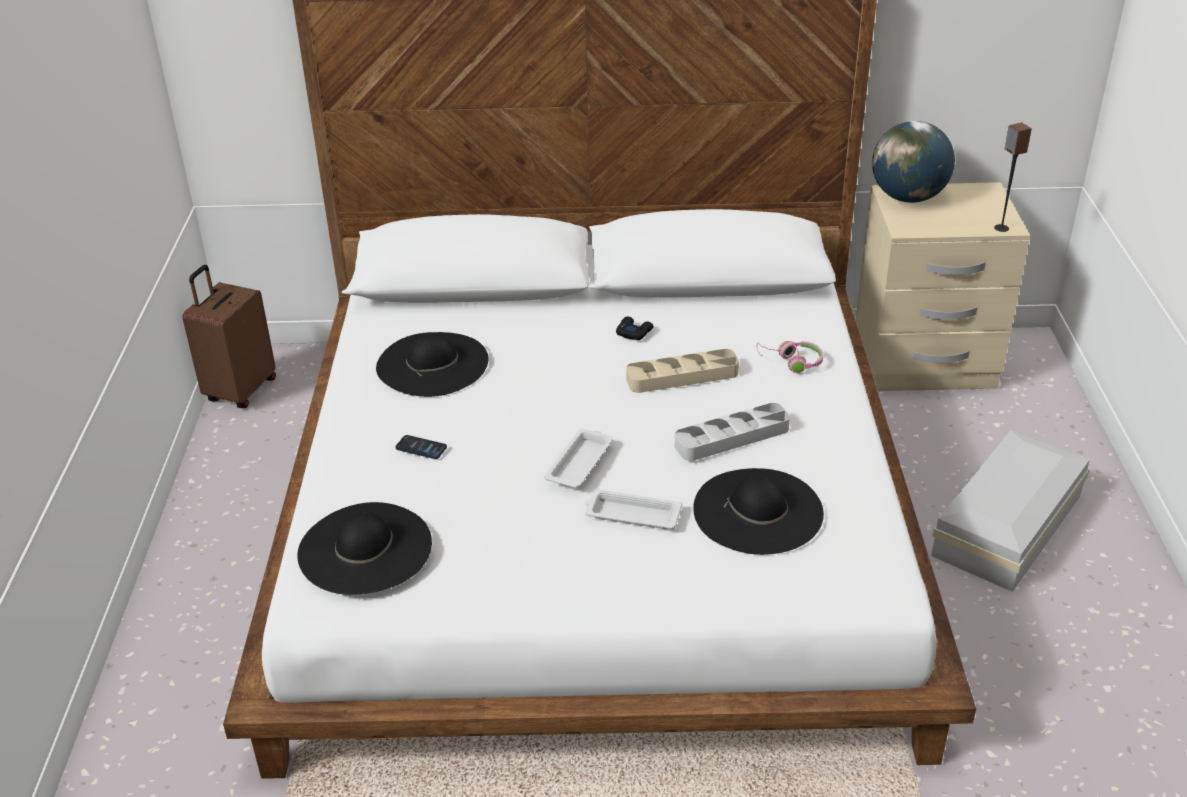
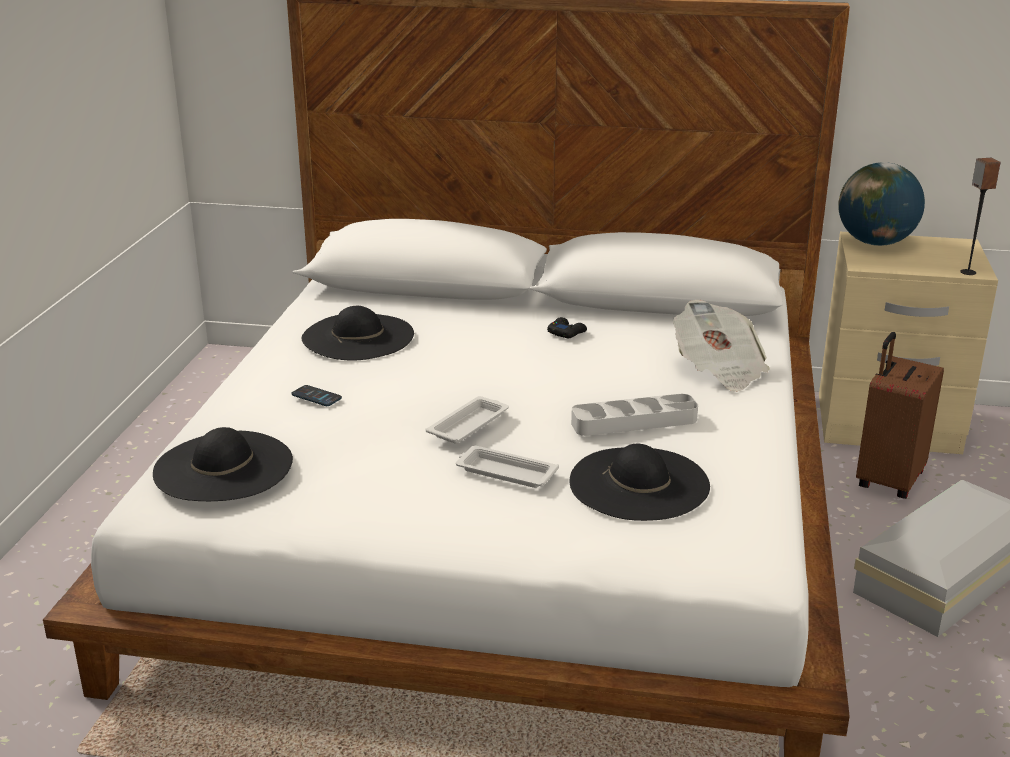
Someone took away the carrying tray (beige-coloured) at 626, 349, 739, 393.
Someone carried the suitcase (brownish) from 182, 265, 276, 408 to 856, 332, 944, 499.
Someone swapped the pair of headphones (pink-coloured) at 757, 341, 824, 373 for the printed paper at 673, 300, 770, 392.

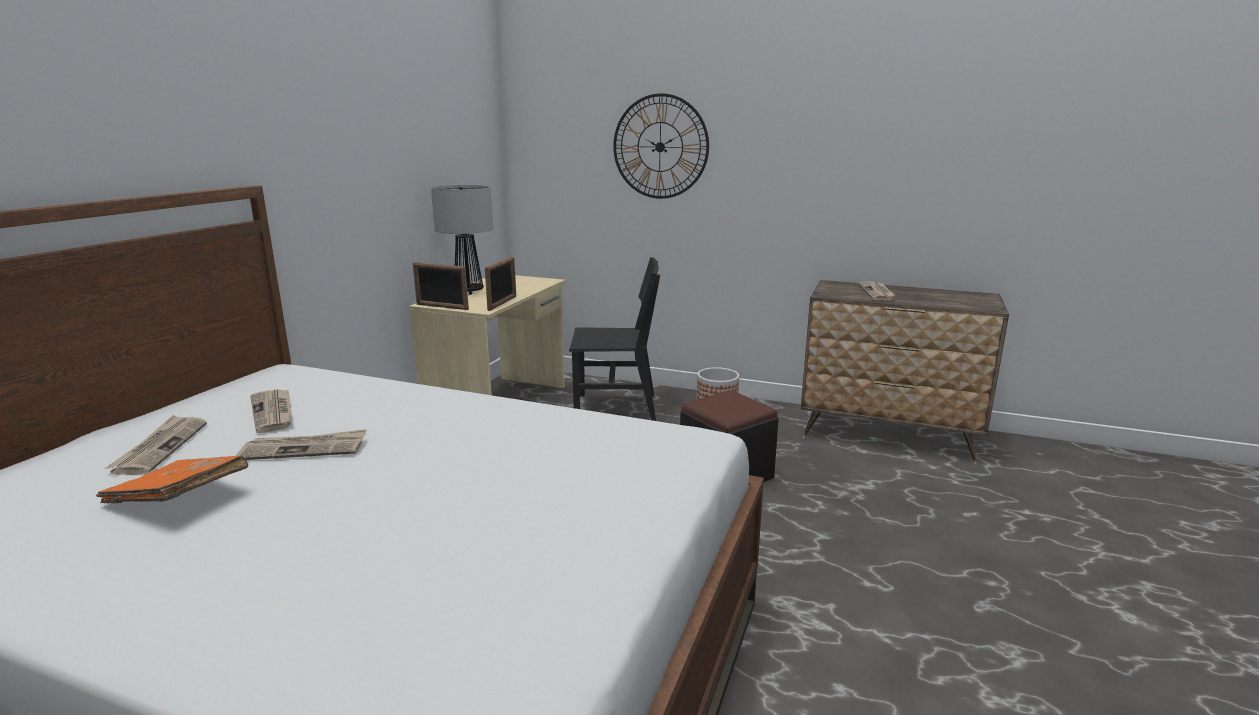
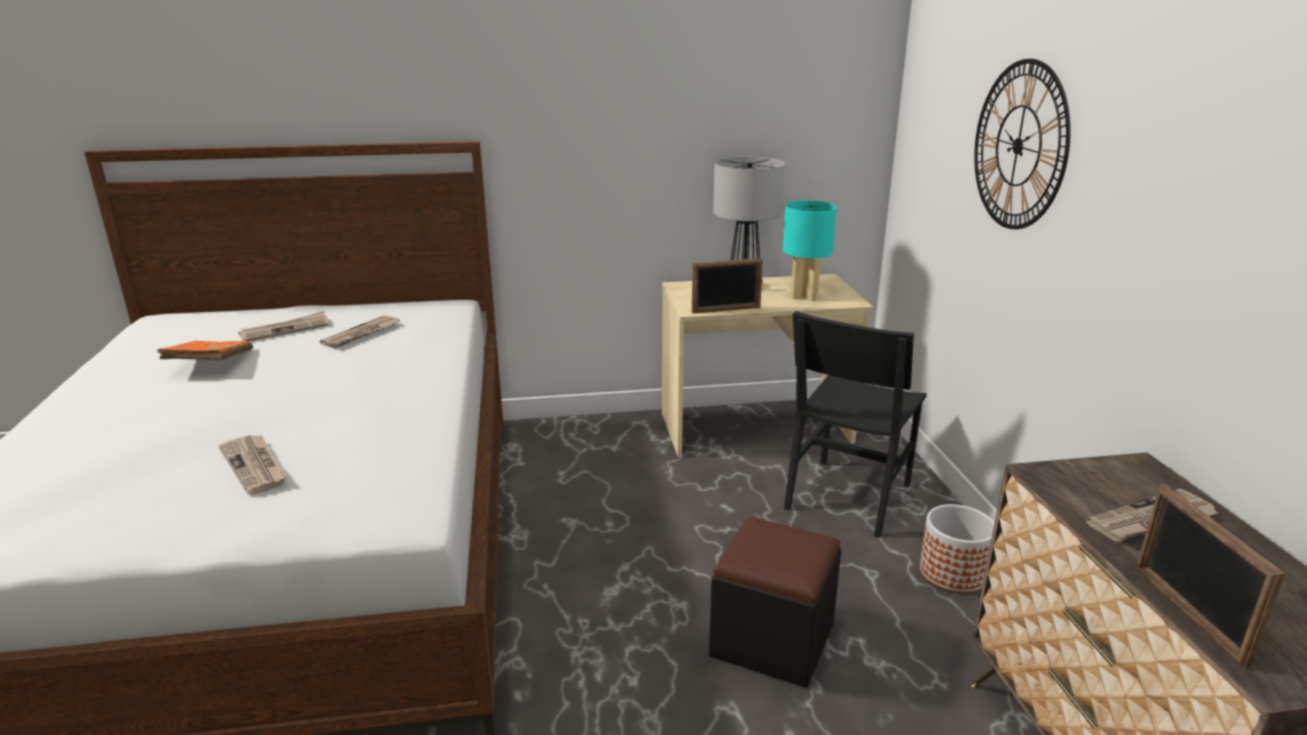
Someone put down the table lamp (turquoise-coloured) at 783, 200, 837, 301.
Someone carried the printed paper from 236, 429, 367, 460 to 219, 435, 287, 495.
Someone carried the photo frame from 413, 262, 469, 310 to 1136, 484, 1285, 668.
Someone rotated the chair (black) at 569, 257, 660, 421 by 60 degrees clockwise.

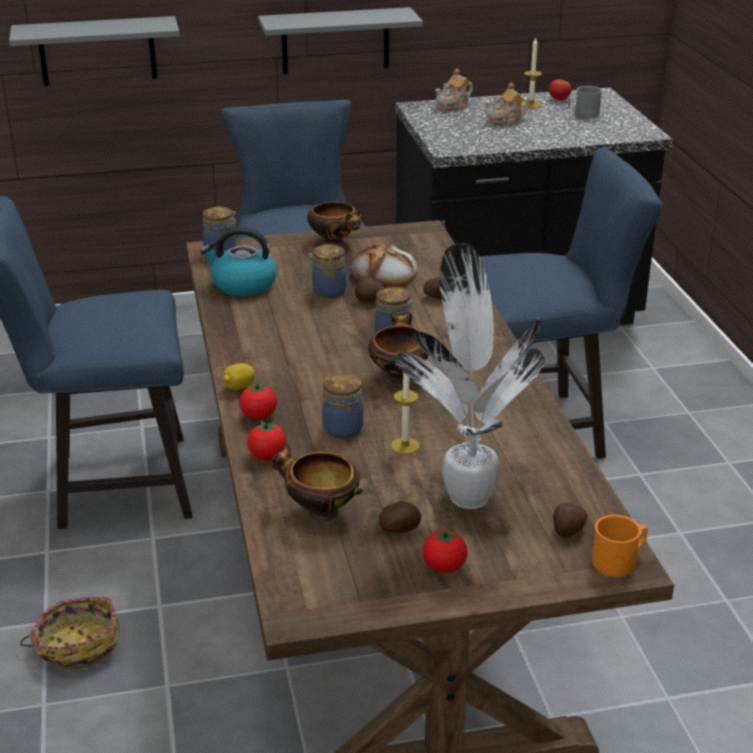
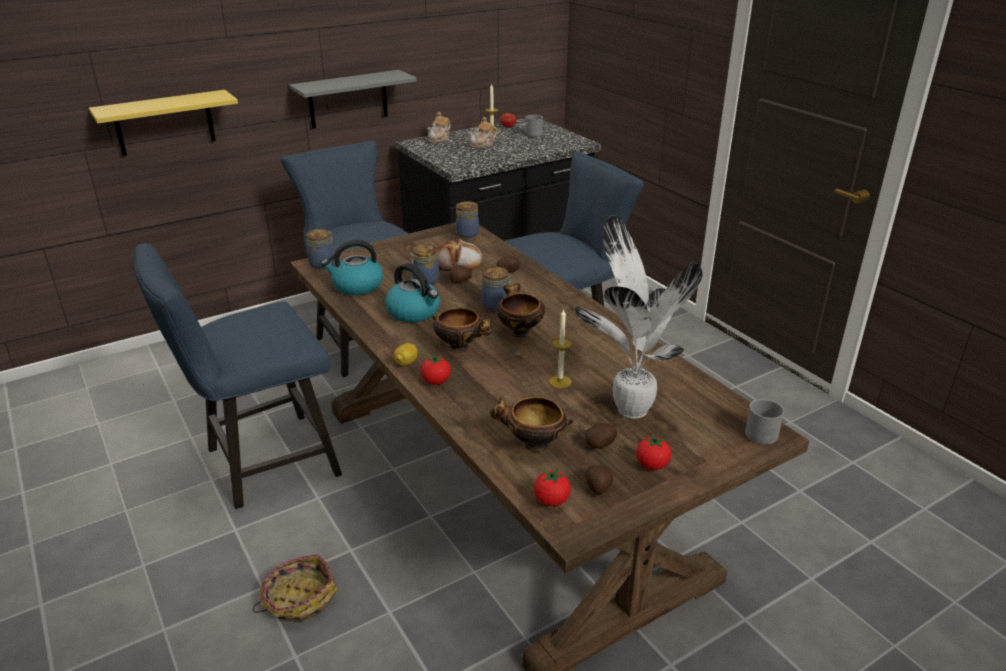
Someone put down the water kettle at 385, 263, 440, 322.
Someone carried the whole tomato from 247, 420, 287, 460 to 534, 468, 571, 506.
Someone carried the bowl from 307, 202, 362, 246 to 433, 308, 492, 353.
Someone carried the jar from 322, 373, 363, 439 to 456, 201, 479, 238.
Someone carried the potato from 553, 503, 587, 538 to 585, 465, 613, 495.
Someone repainted the bracket shelf (greyish) at 9, 16, 180, 86, which became the bracket shelf (yellow-coloured) at 89, 90, 238, 156.
Someone repainted the mug (orange-coloured) at 592, 515, 648, 577, which became the mug (greyish) at 745, 399, 785, 444.

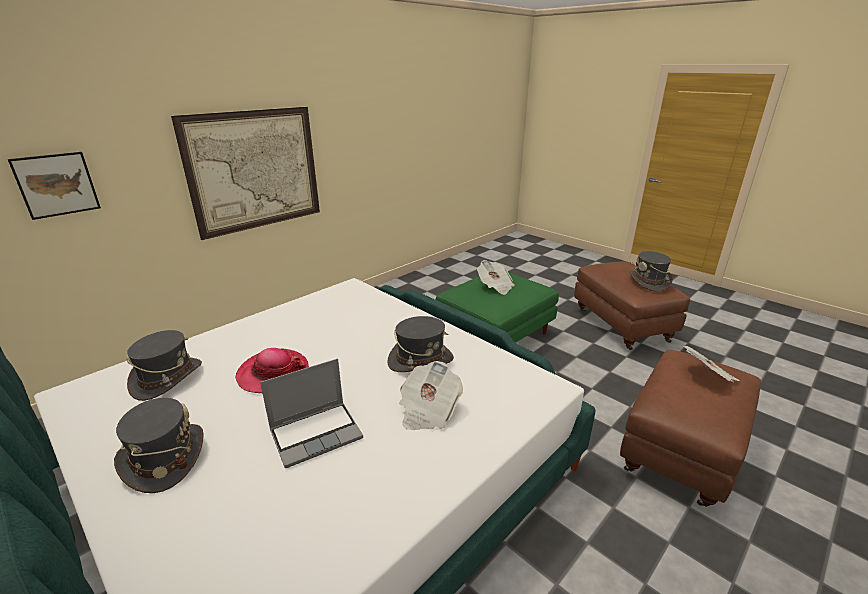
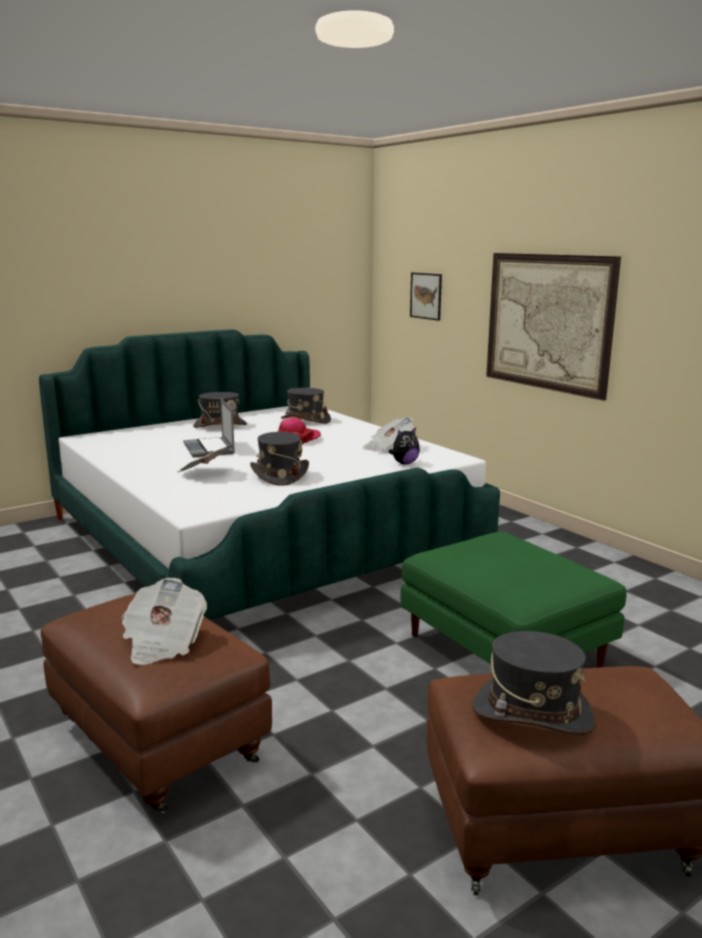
Someone put down the cuddly toy at 389, 427, 420, 464.
Someone carried the printed paper from 477, 260, 515, 295 to 363, 417, 414, 451.

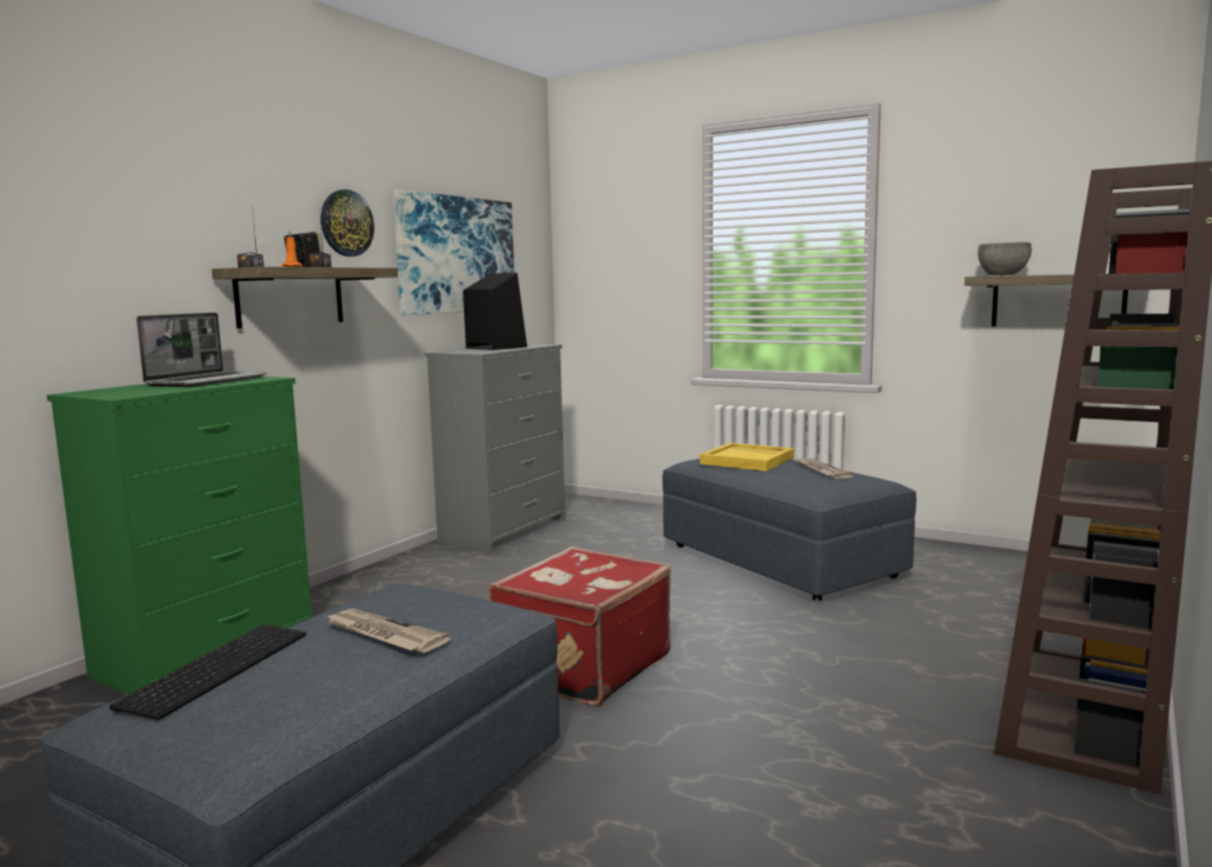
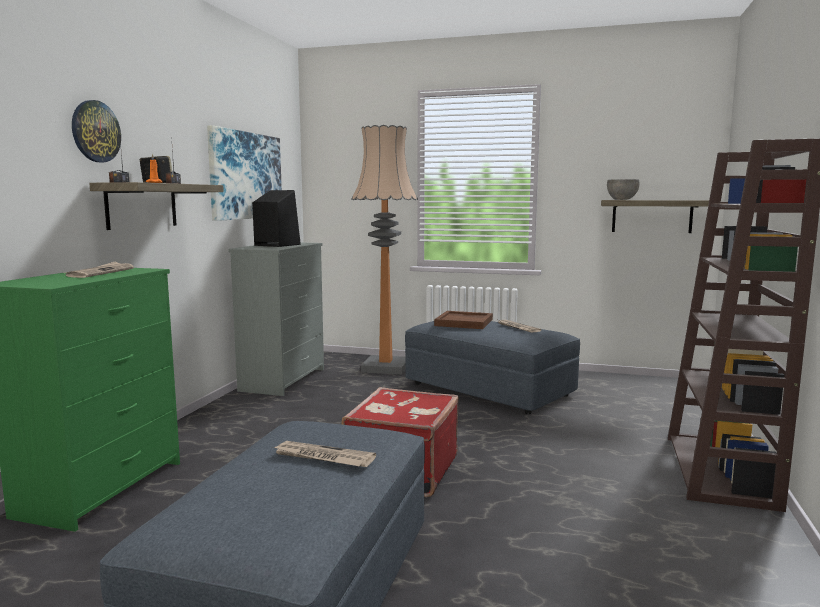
Someone took away the keyboard at 109, 624, 306, 720.
Someone put down the standing lamp at 351, 125, 418, 375.
Someone carried the wall clock from 321, 190, 374, 257 to 72, 100, 121, 162.
Someone swapped the notebook computer at 136, 313, 267, 387 for the printed paper at 65, 261, 134, 278.
Someone repainted the carrying tray (yellow-coloured) at 700, 443, 794, 471, which became the carrying tray (brownish) at 434, 311, 493, 329.

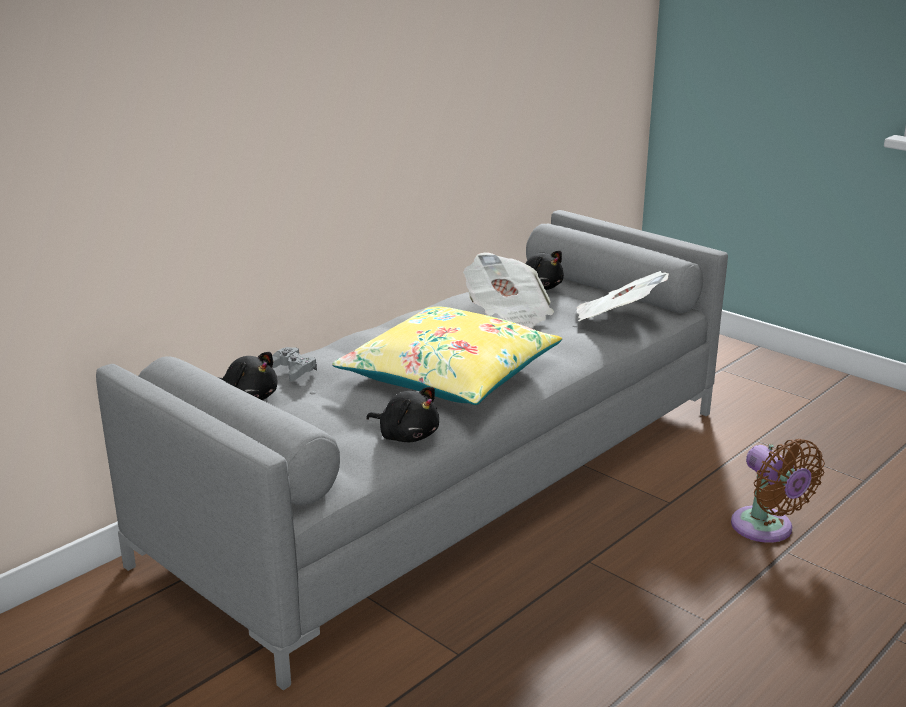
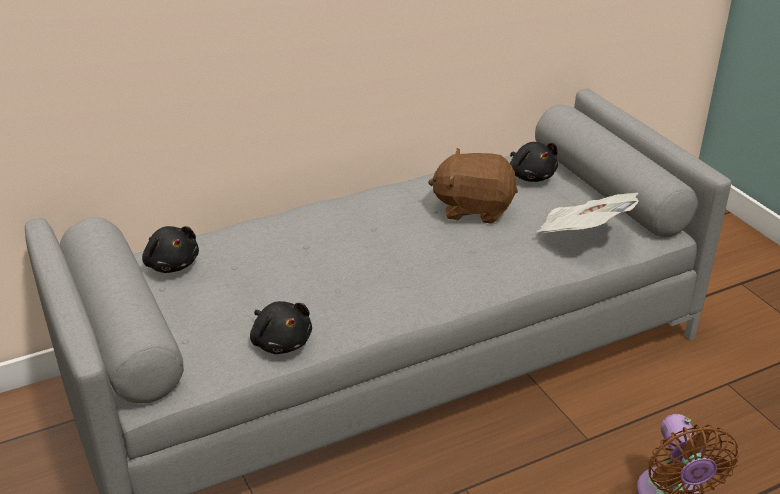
Someone took away the game controller (greyish) at 272, 347, 317, 381.
Someone took away the throw pillow (yellow-coloured) at 332, 307, 562, 405.
Someone swapped the printed paper at 463, 252, 554, 329 for the cuddly toy (brownish) at 428, 148, 518, 224.

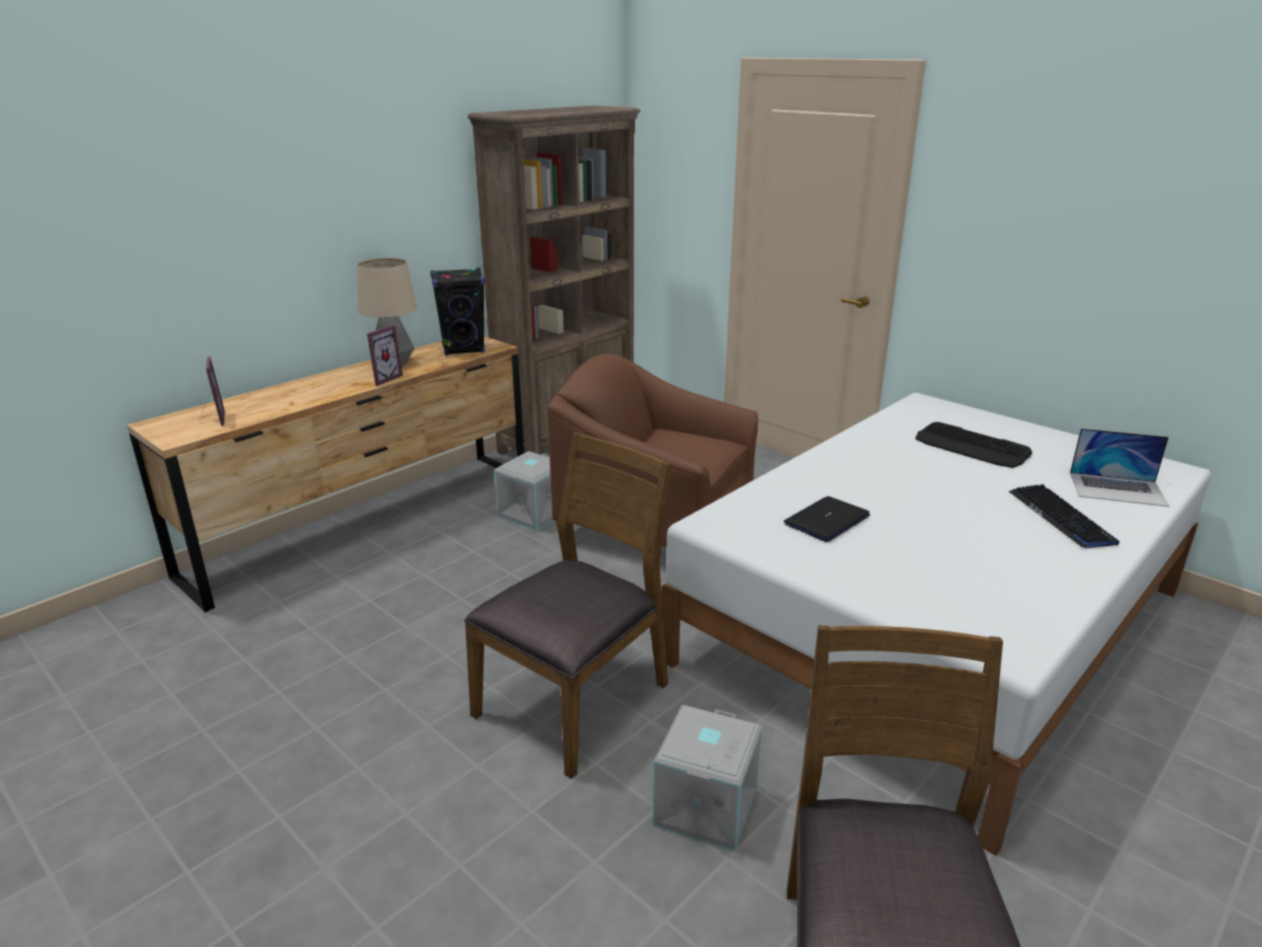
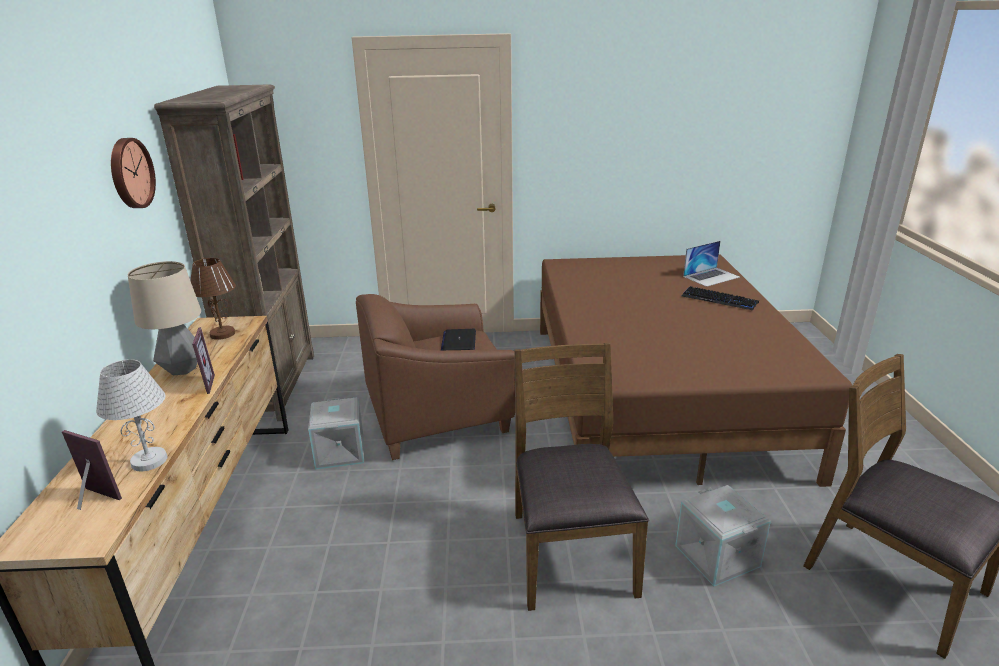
Someone took away the keyboard at 915, 422, 1032, 468.
Someone put down the table lamp (white-coloured) at 96, 359, 168, 471.
Someone put up the wall clock at 111, 138, 156, 208.
Someone carried the notebook computer from 784, 496, 870, 542 to 441, 329, 476, 350.
Someone swapped the speaker (black) at 430, 268, 485, 356 for the table lamp (brownish) at 190, 258, 236, 340.
Someone repainted the sleeping bed (white-coloured) at 662, 393, 1211, 856, which became the sleeping bed (brownish) at 540, 254, 852, 487.

